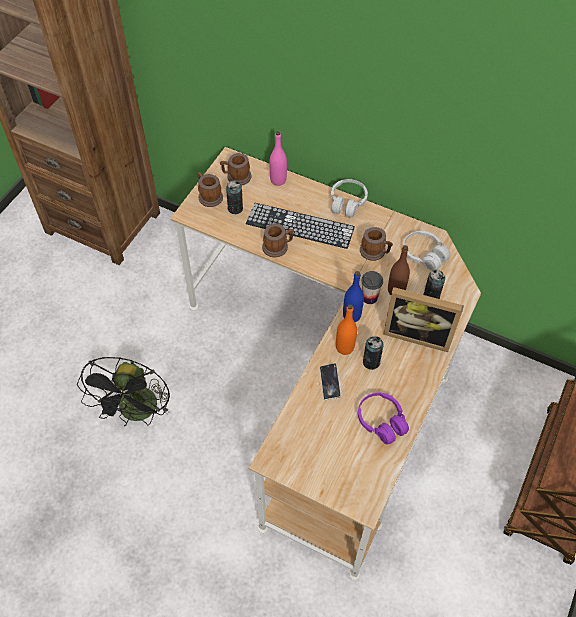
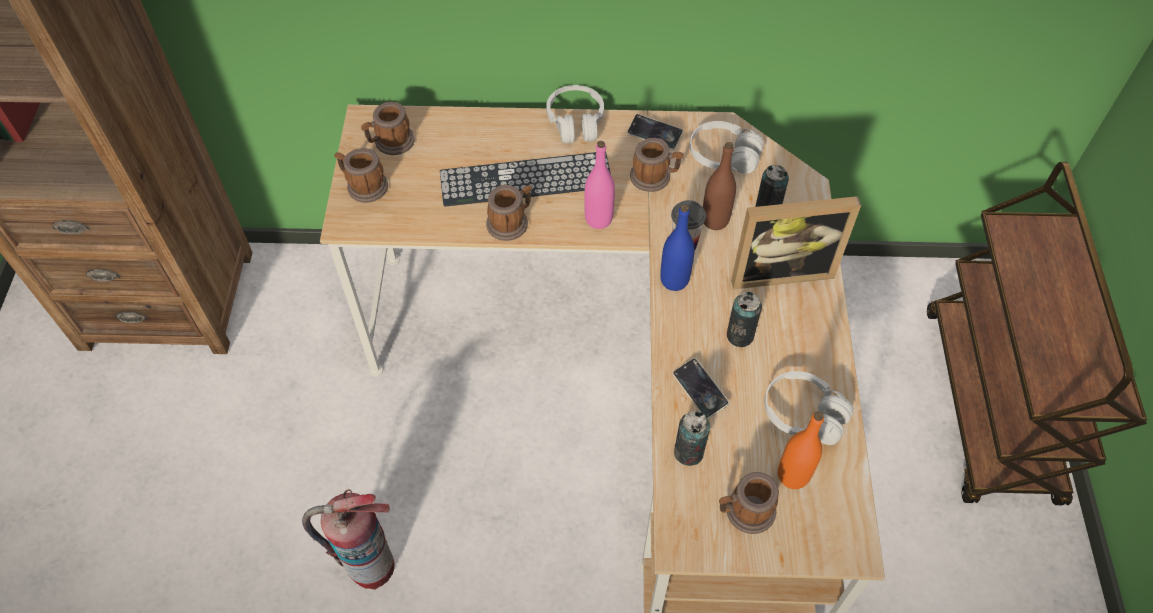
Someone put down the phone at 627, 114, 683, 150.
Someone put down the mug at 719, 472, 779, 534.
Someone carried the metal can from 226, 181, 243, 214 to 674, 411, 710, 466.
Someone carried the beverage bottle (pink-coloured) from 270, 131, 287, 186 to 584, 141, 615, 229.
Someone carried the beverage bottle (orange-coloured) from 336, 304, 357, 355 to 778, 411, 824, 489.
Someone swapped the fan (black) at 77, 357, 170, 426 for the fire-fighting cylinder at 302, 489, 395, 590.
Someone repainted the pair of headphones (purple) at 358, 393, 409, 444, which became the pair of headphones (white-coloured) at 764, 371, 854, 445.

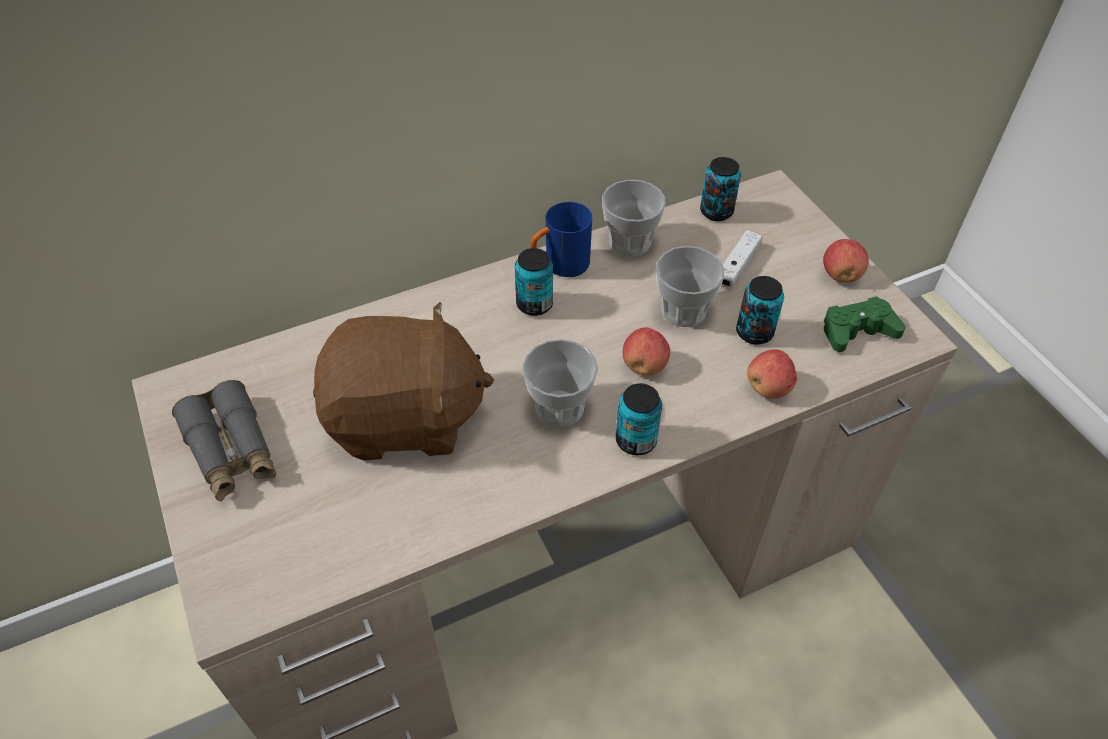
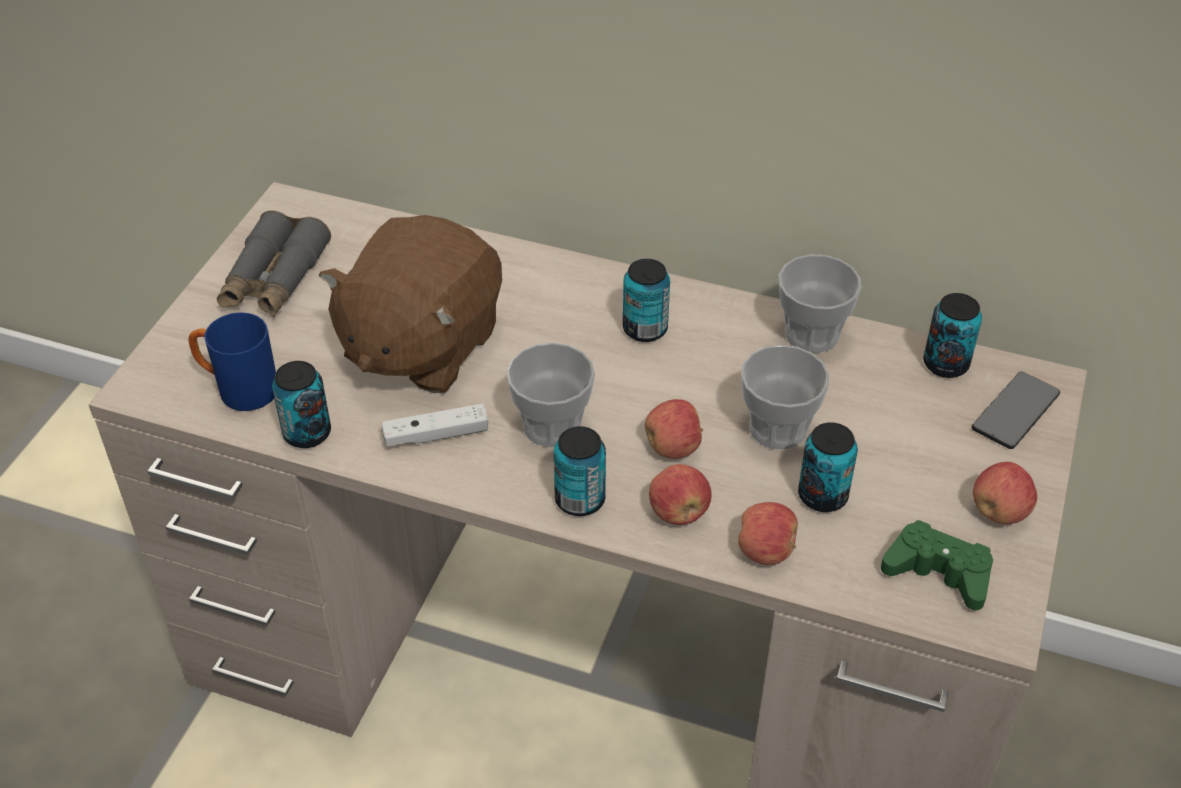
Someone put down the metal can at 272, 361, 331, 448.
Someone put down the whole apple at 649, 464, 711, 525.
Someone put down the phone at 972, 371, 1060, 449.
Someone carried the mug (bluish) from 530, 202, 592, 277 to 188, 312, 276, 411.
Someone carried the game controller (white-coloured) from 721, 230, 762, 287 to 381, 403, 488, 447.
Someone rotated the cuddly toy (brownish) at 313, 302, 494, 461 by 75 degrees clockwise.

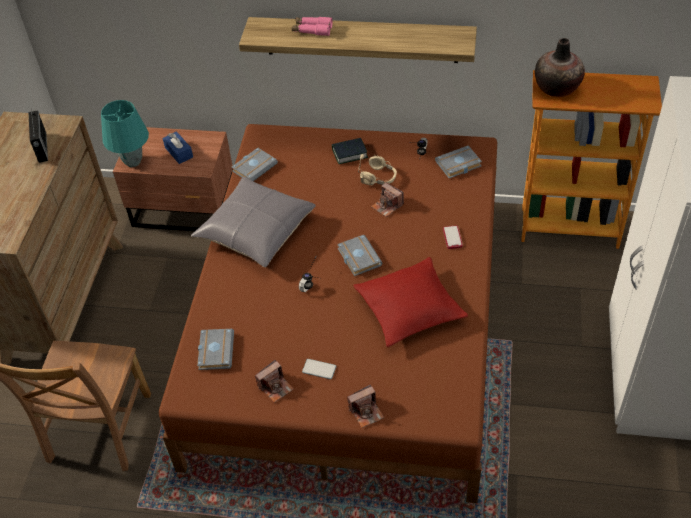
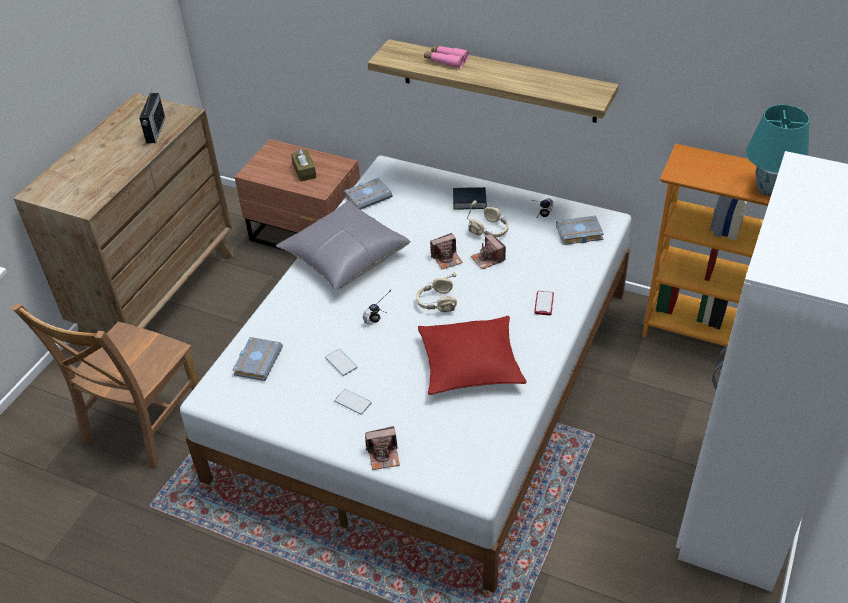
Someone took away the vase at 535, 38, 585, 97.
Someone put down the phone at 325, 349, 357, 376.
Someone carried the table lamp (turquoise-coloured) from 101, 100, 149, 167 to 746, 105, 810, 196.
Someone carried the still camera from 255, 360, 294, 403 to 430, 233, 463, 269.
Someone swapped the bound book (greyish) at 337, 235, 383, 276 for the pair of headphones (beige-coloured) at 416, 272, 457, 312.
Someone repainted the sleeping bed (brownish) at 159, 124, 497, 503, which became the sleeping bed (white-coloured) at 180, 155, 632, 593.
Someone repainted the tissue holder (bluish) at 163, 131, 193, 164, which became the tissue holder (brownish) at 291, 149, 316, 182.

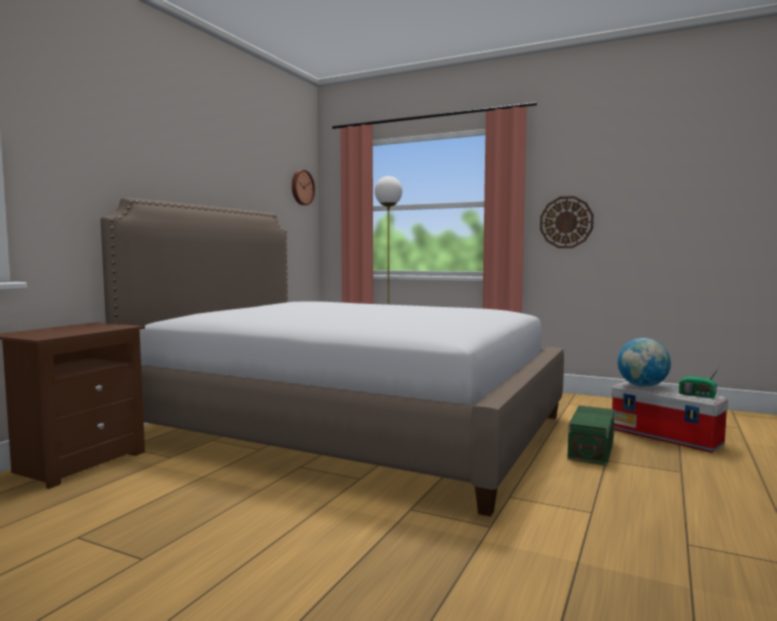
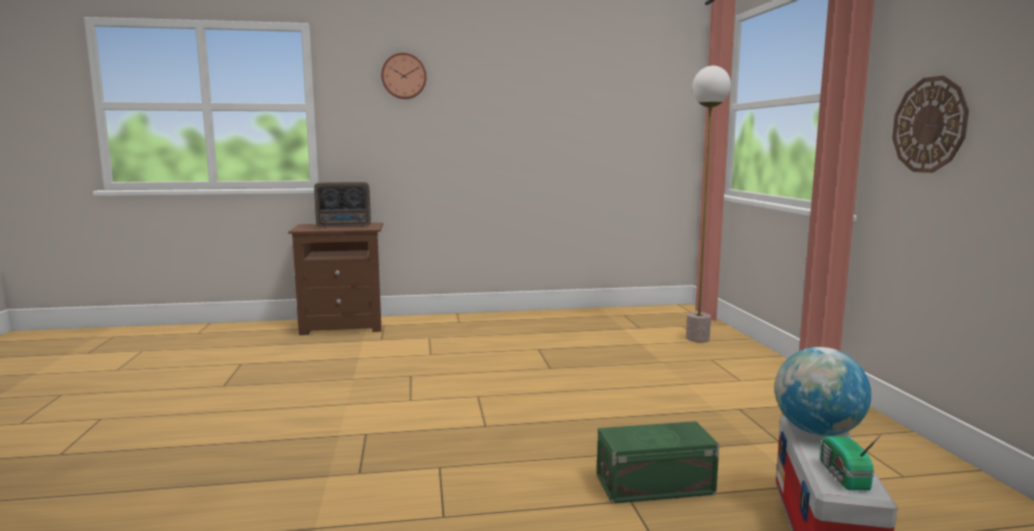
Someone took away the sleeping bed at 101, 197, 564, 517.
Someone put down the radio set at 314, 182, 371, 228.
Someone carried the wall clock from 292, 170, 315, 205 to 381, 53, 427, 99.

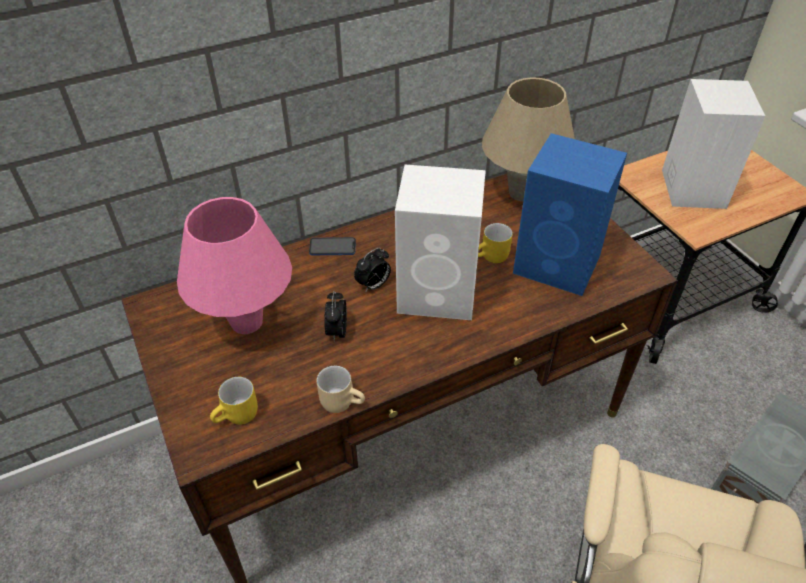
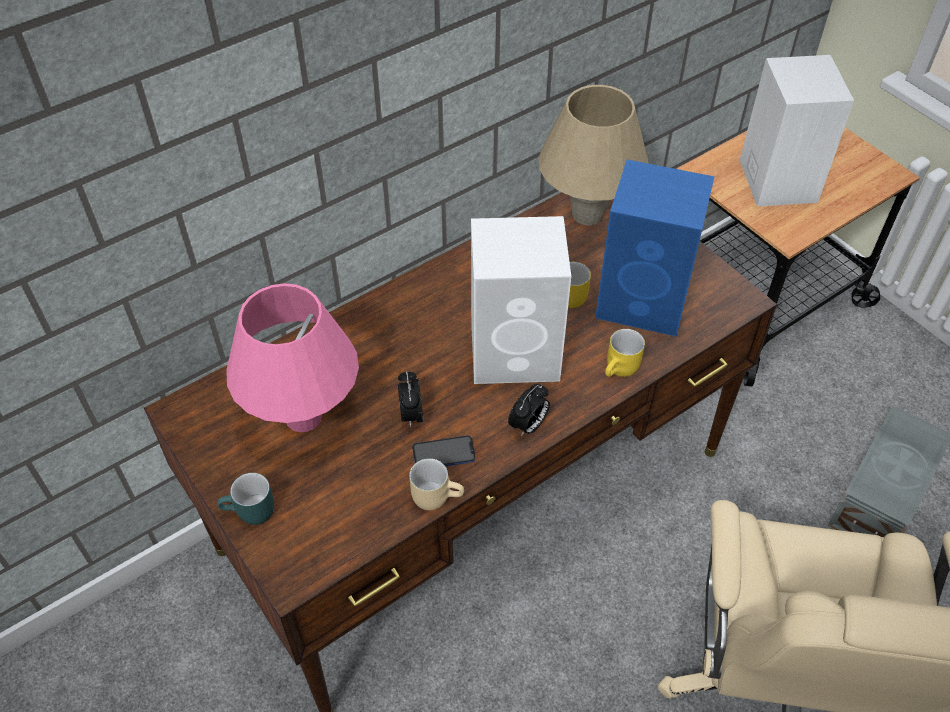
Someone put down the mug (turquoise-coloured) at 217, 473, 274, 525.
Someone carried the mug (yellow-coloured) from 210, 377, 258, 424 to 605, 329, 645, 377.
Someone carried the phone from 309, 237, 356, 255 to 412, 435, 476, 466.
Someone carried the alarm clock from 354, 248, 391, 291 to 508, 384, 550, 437.

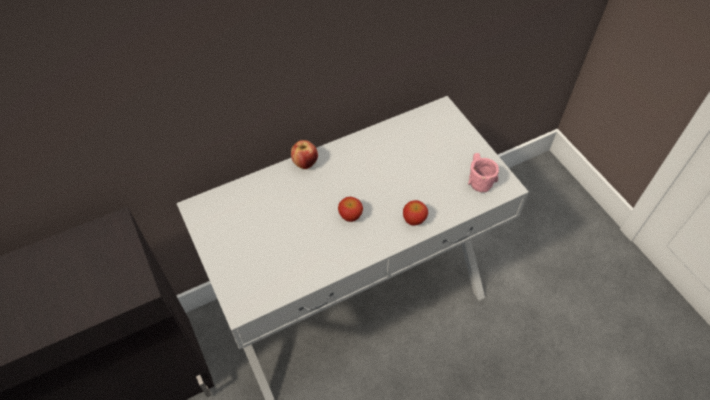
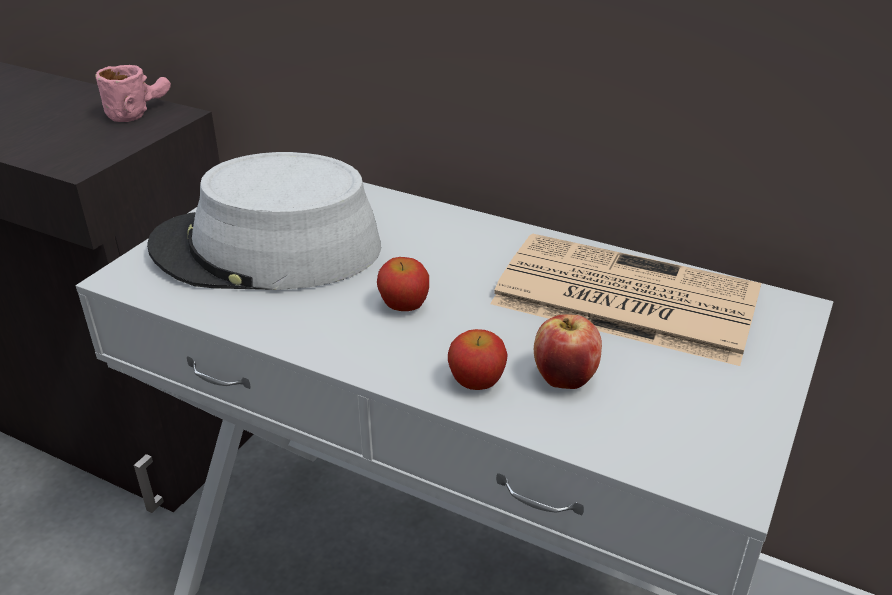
Someone put down the clothing hat (greyish) at 147, 152, 381, 290.
Someone put down the printed paper at 490, 234, 761, 366.
Someone carried the whole apple from 291, 140, 318, 169 to 534, 314, 602, 389.
Someone carried the mug (pink-coloured) from 468, 153, 499, 192 to 95, 65, 171, 122.

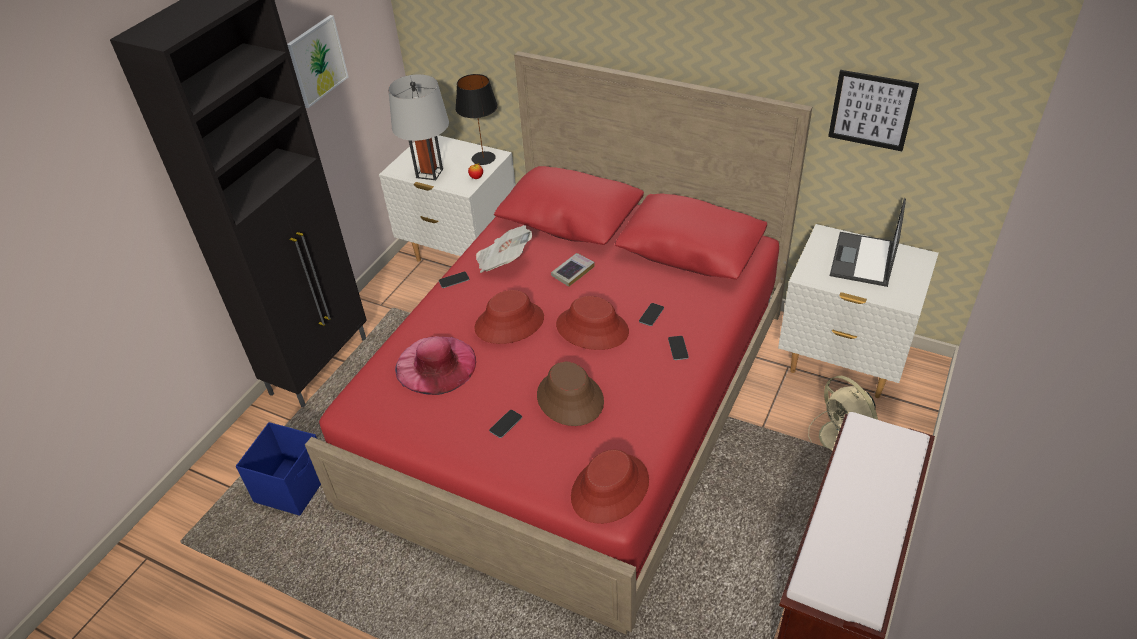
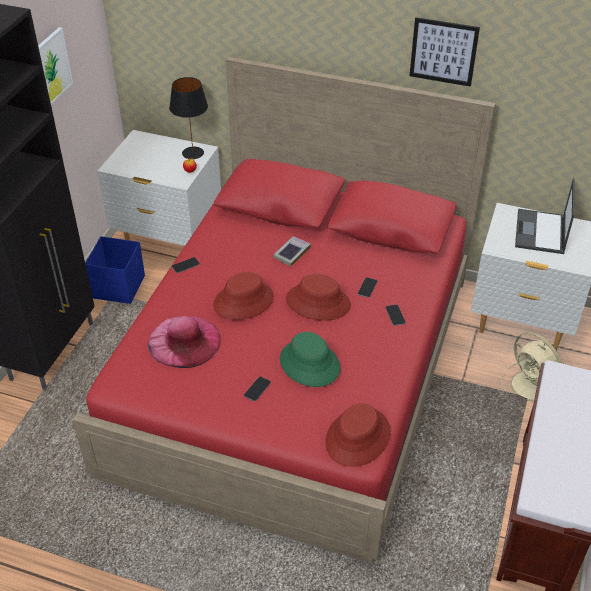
Someone took away the table lamp (greyish) at 388, 74, 449, 180.
Someone took away the printed paper at 476, 225, 532, 273.
Someone carried the storage container (bluish) from 236, 422, 321, 516 to 85, 236, 145, 304.
Someone carried the picture from 828, 70, 919, 151 to 409, 17, 480, 87.
Someone repainted the clothing hat (brownish) at 537, 362, 604, 426, which became the clothing hat (green) at 280, 332, 340, 387.

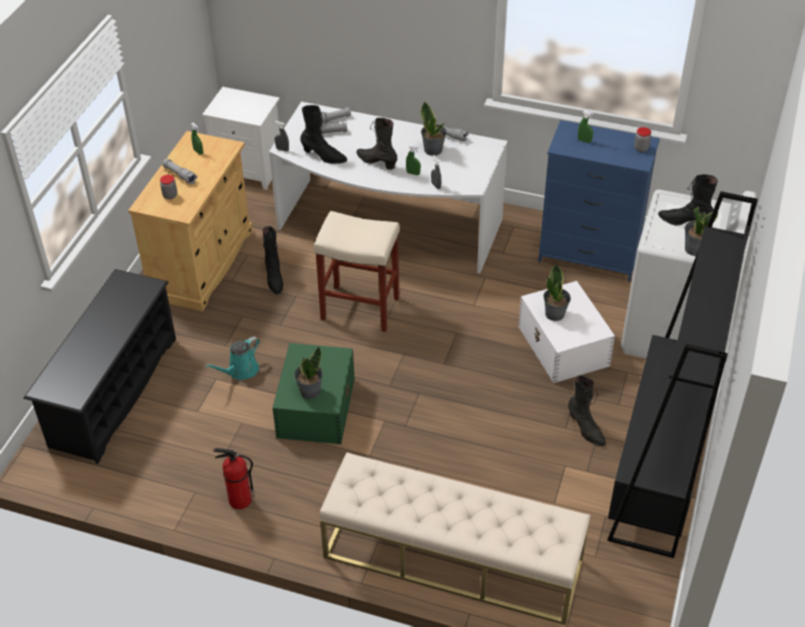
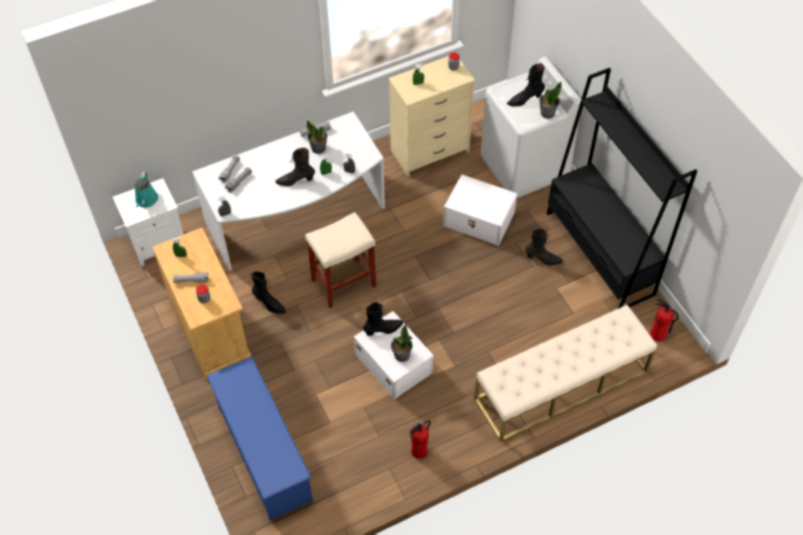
Someone took away the potted plant at 543, 263, 571, 321.
Someone put down the fire-fighting cylinder at 650, 298, 679, 341.
Someone carried the watering can (turquoise-coloured) from 205, 336, 260, 380 to 134, 172, 158, 208.
Someone carried the high-top boot (black) from 300, 105, 347, 164 to 363, 302, 403, 336.
Someone repainted the shoe shelf (black) at 23, 269, 176, 464, which became the shoe shelf (bluish) at 206, 356, 313, 520.
Someone repainted the storage container (green) at 272, 343, 355, 444, which became the storage container (white-coloured) at 354, 311, 434, 399.
Someone repainted the dresser (bluish) at 538, 120, 660, 282, which became the dresser (beige-coloured) at 389, 56, 475, 177.

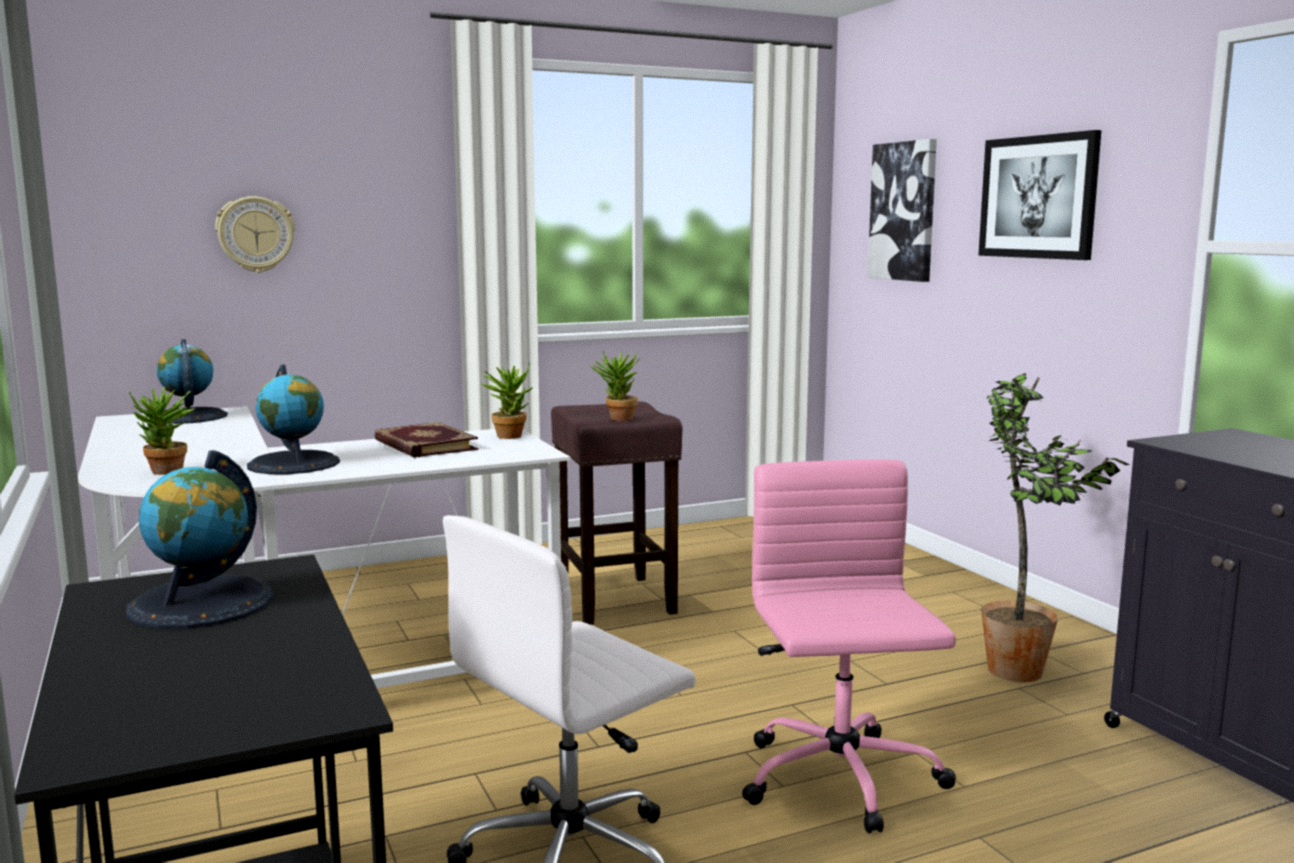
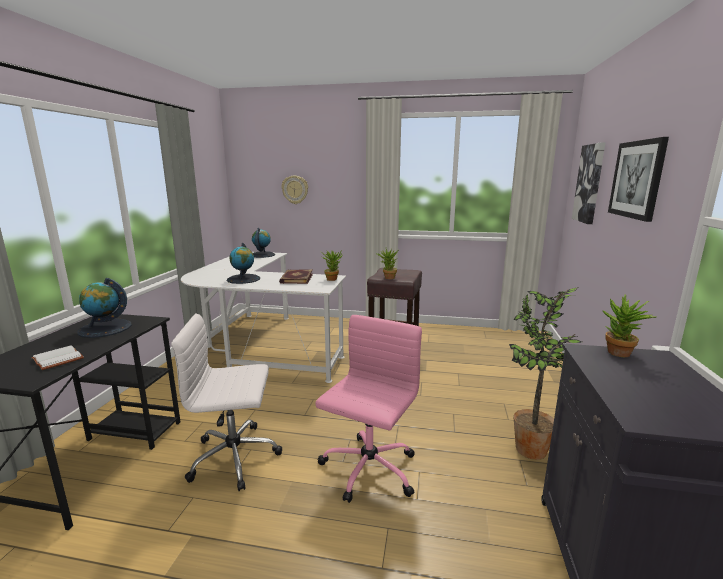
Someone put down the bound book (white-coloured) at 31, 345, 84, 370.
Someone carried the potted plant from 129, 387, 196, 475 to 602, 295, 657, 357.

